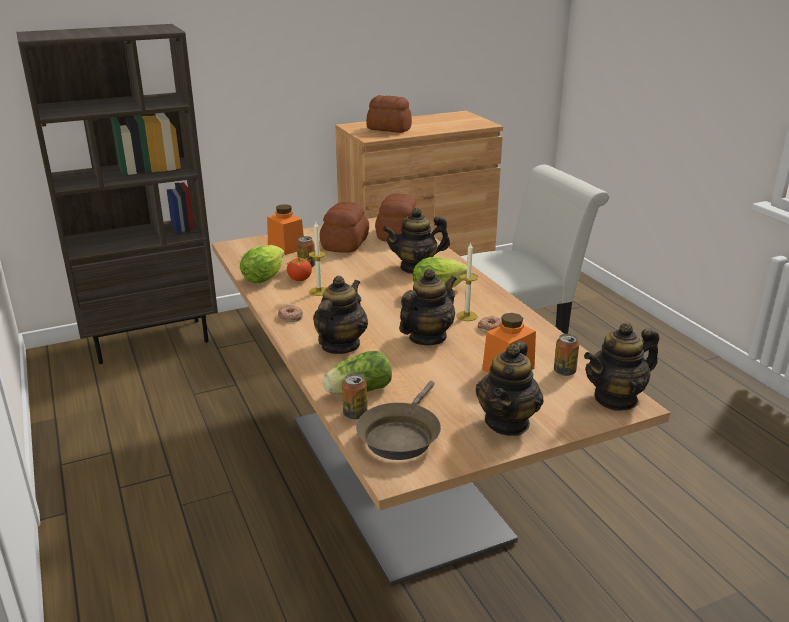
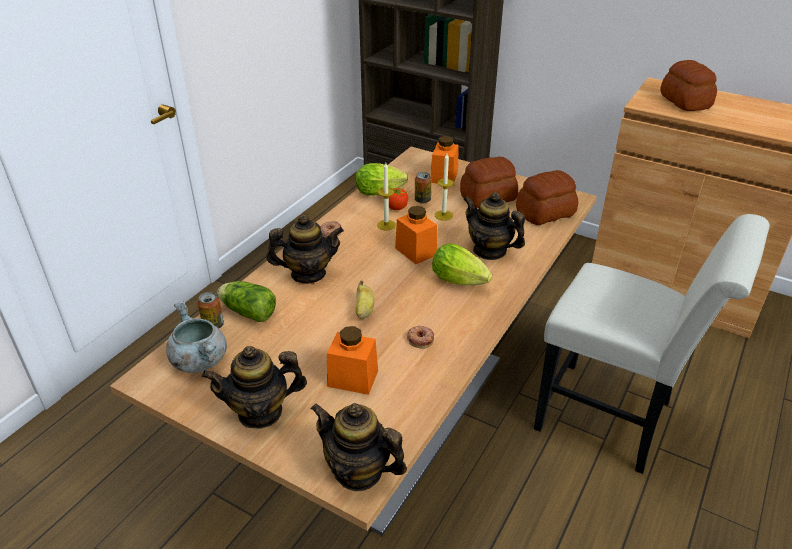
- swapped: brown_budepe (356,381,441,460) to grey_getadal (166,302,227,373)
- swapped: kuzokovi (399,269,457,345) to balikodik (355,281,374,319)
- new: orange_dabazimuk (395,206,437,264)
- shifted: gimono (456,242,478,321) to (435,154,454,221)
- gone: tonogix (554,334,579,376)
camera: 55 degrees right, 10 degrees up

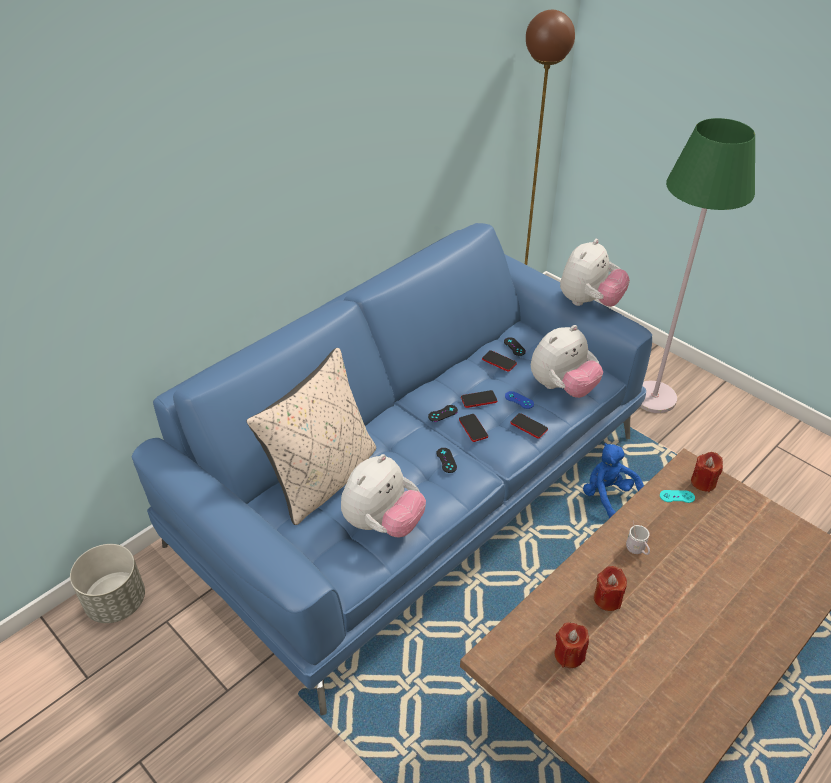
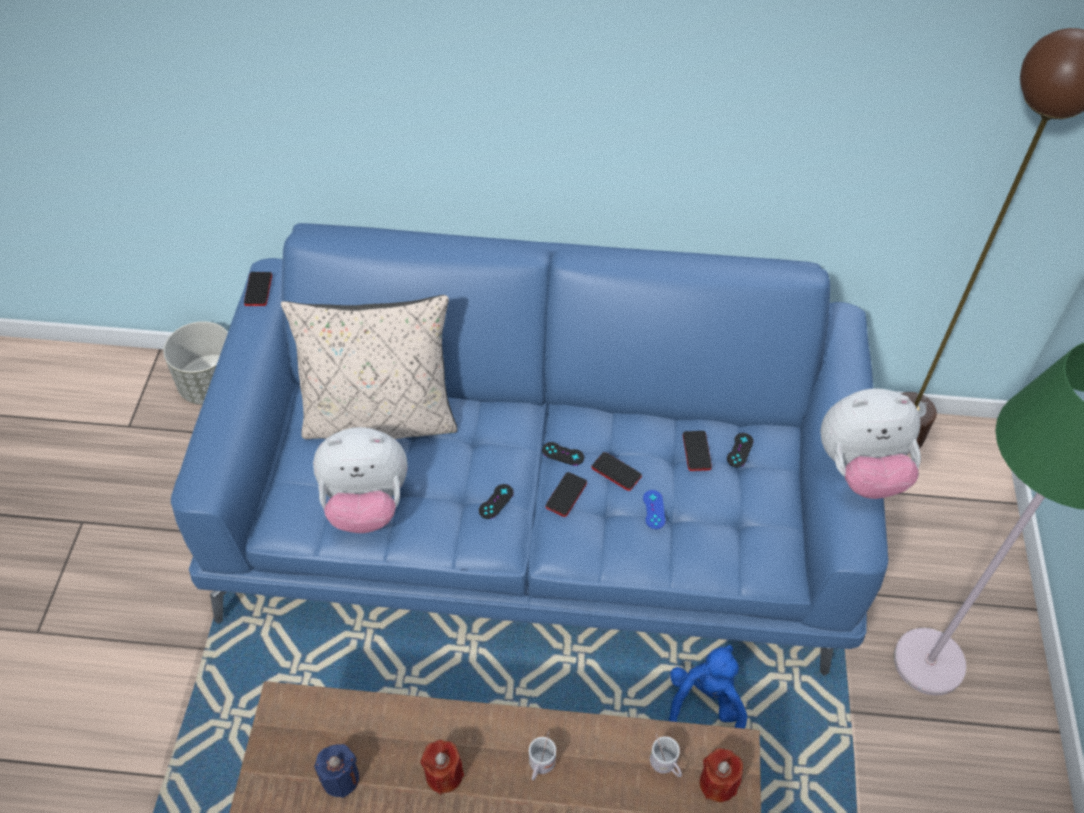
- shifted: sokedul (510,413,548,439) to (244,272,272,306)
- repainted: red_gimono (555,622,589,668) to blue_gimono (314,744,359,798)
- swapped: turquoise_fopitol (660,490,695,503) to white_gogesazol (650,733,682,777)
- gone: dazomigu (531,325,603,398)
camera: 50 degrees right, 10 degrees up

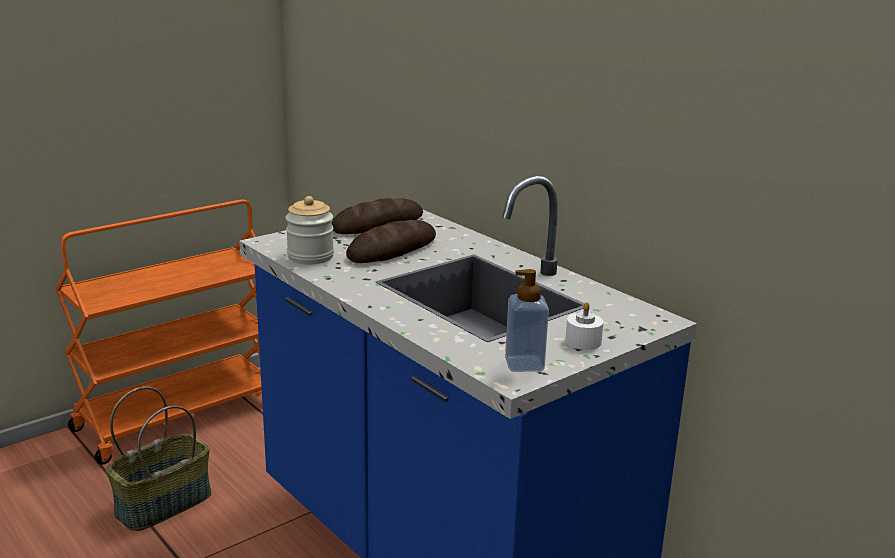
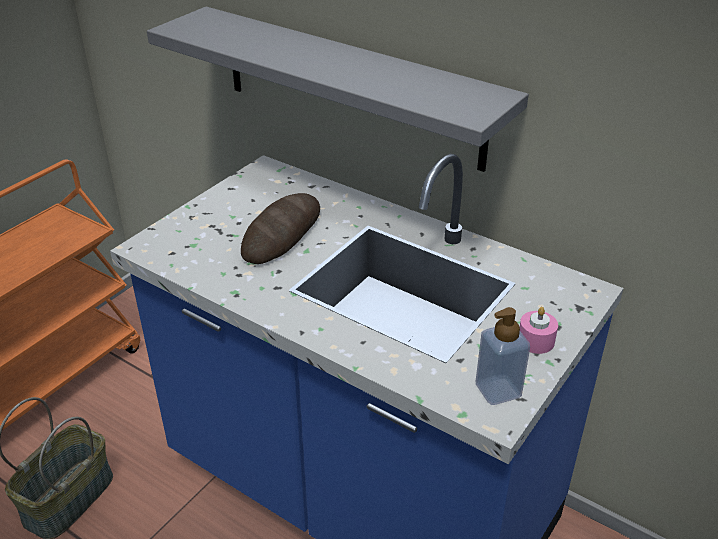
- new: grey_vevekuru (147,7,529,172)
- repainted: white_gimono (565,302,604,350) to pink_gimono (520,307,558,354)
- gone: dabazimuk (285,196,334,264)
- gone: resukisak (331,198,423,234)
camera: 15 degrees left, 15 degrees up

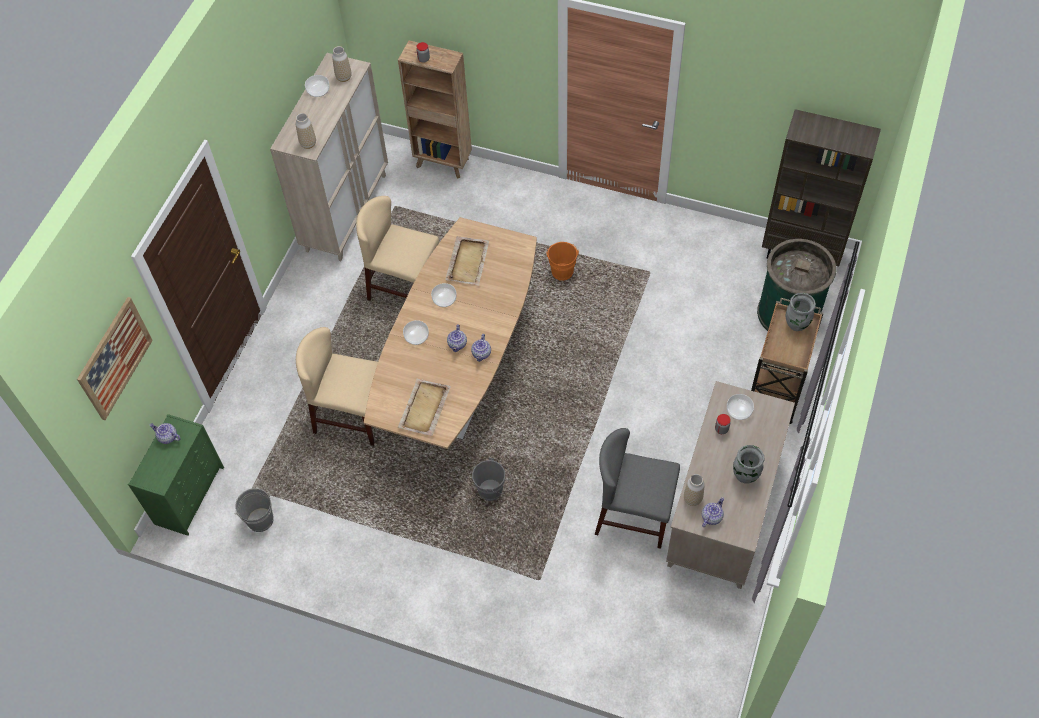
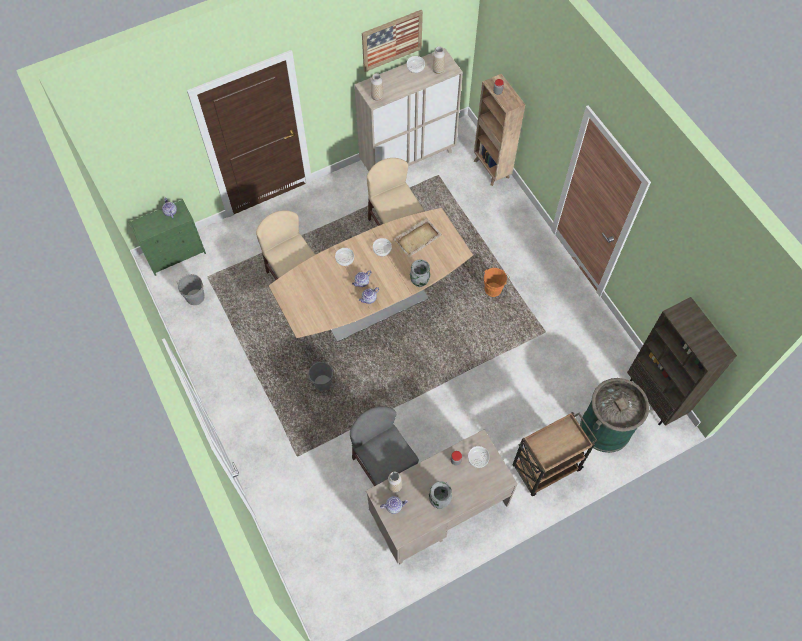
- shifted: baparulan (77,297,153,420) to (362,10,423,72)
- shifted: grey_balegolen (786,293,816,331) to (410,259,430,287)
- gone: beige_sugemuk (398,378,451,436)
camera: 40 degrees right, 5 degrees up

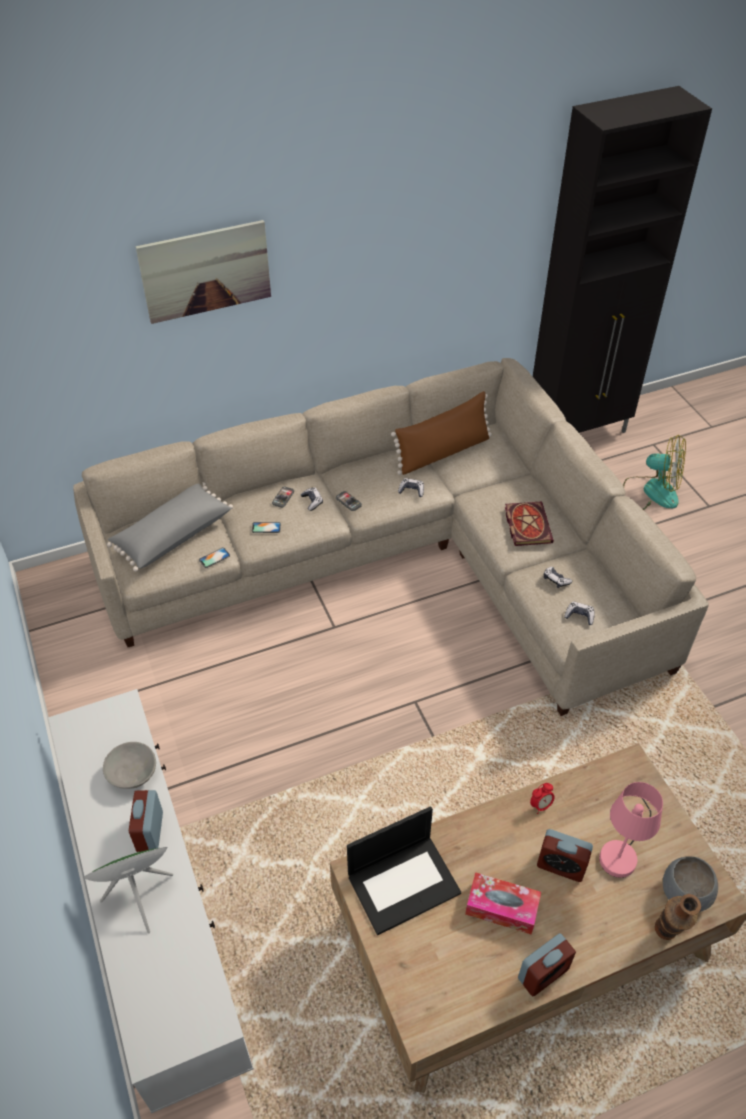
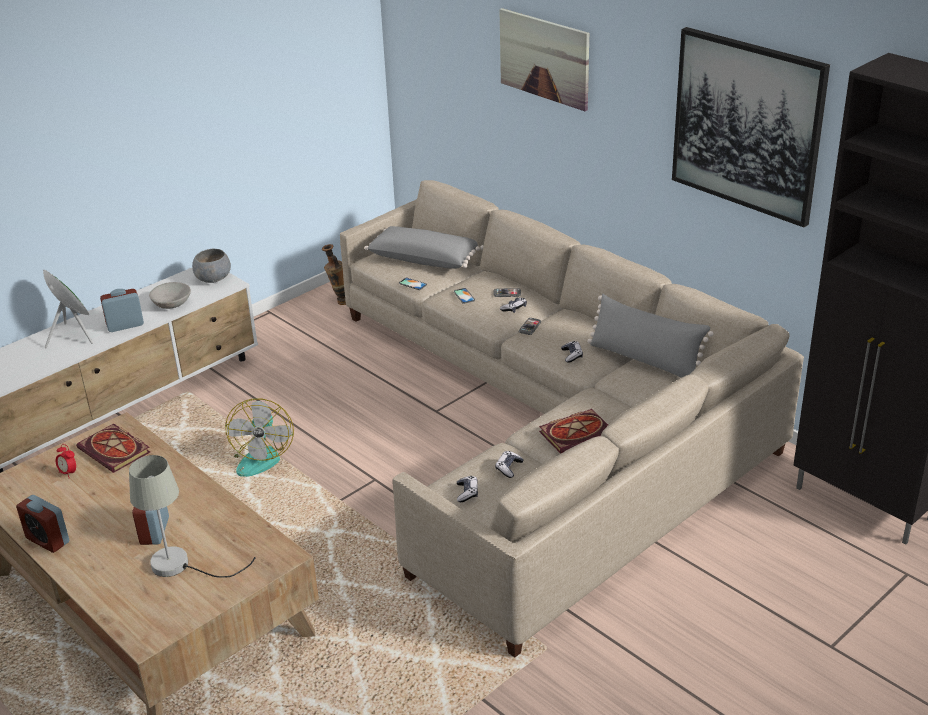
- shifted: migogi (530,783,555,814) to (56,444,76,477)
- swapped: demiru (347,806,461,935) to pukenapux (76,424,150,473)
- repainted: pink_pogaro (599,782,663,878) to grey_pogaro (129,455,256,578)
- shifted: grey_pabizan (663,856,718,912) to (192,249,231,283)
- shifted: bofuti (623,435,686,510) to (225,398,294,477)
- shifted: balegolen (655,894,701,940) to (322,244,346,305)
- repainted: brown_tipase (391,391,492,475) to grey_tipase (587,294,714,378)
- new: baparulan (672,27,830,227)
- gone: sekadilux (465,872,541,934)
camera: 70 degrees right, 15 degrees down

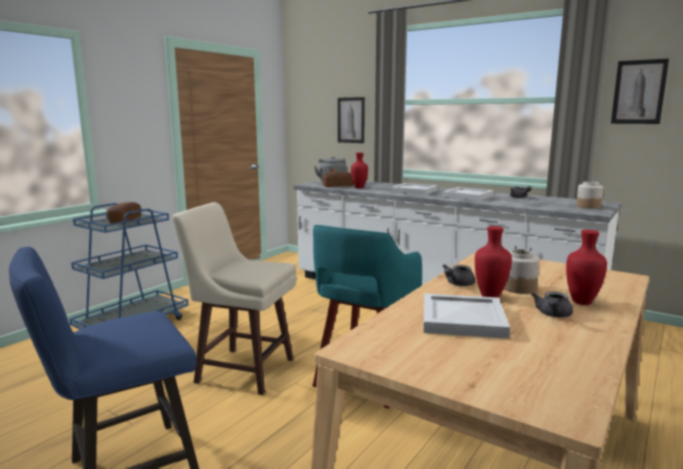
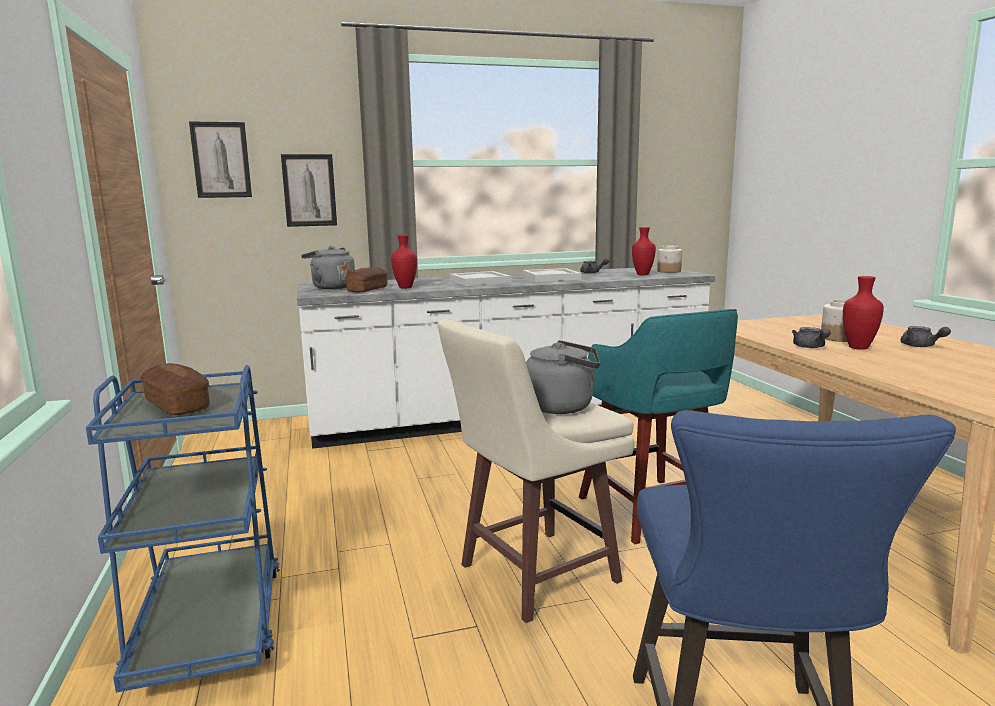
- shifted: baparulan (611,59,669,124) to (189,121,252,198)
- new: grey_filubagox (526,340,600,414)
- shifted: red_balegolen (566,230,607,305) to (632,227,656,275)
- gone: white_sugemuk (423,293,510,339)
camera: 50 degrees left, 0 degrees up

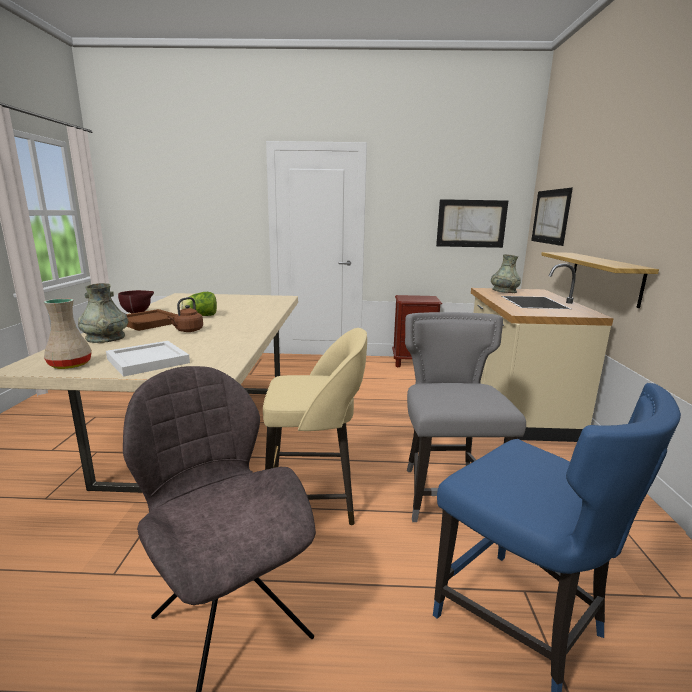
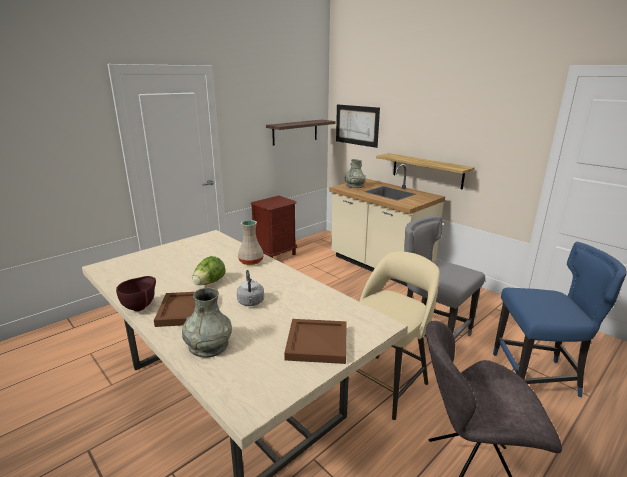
- repainted: brown_filubagox (168,297,203,332) to grey_filubagox (237,270,264,306)
- shifted: beige_balegolen (44,298,92,369) to (238,220,264,265)
- swapped: baparulan (436,199,508,248) to vevekuru (266,120,336,146)
- repainted: white_sugemuk (106,341,190,377) to brown_sugemuk (284,319,347,364)
camera: 45 degrees left, 5 degrees up

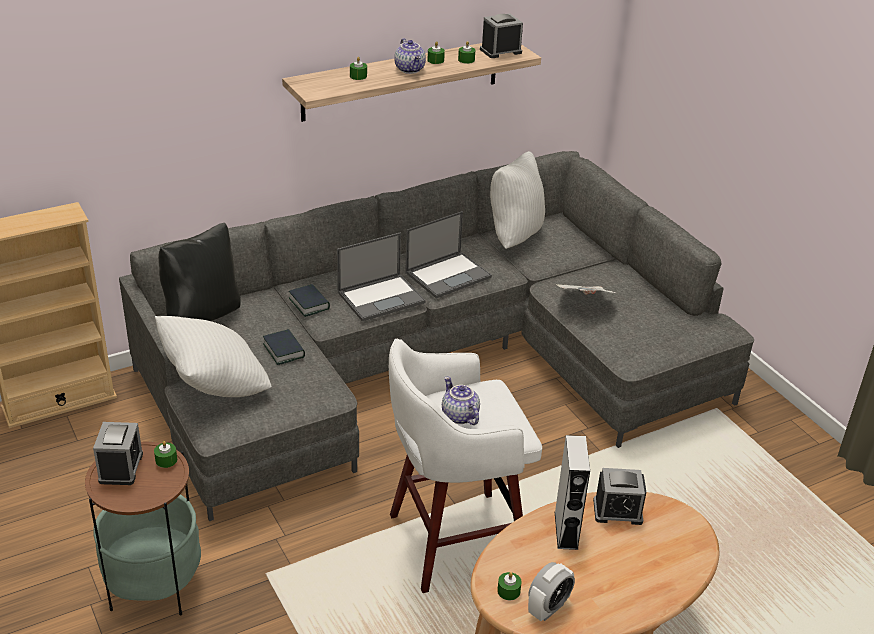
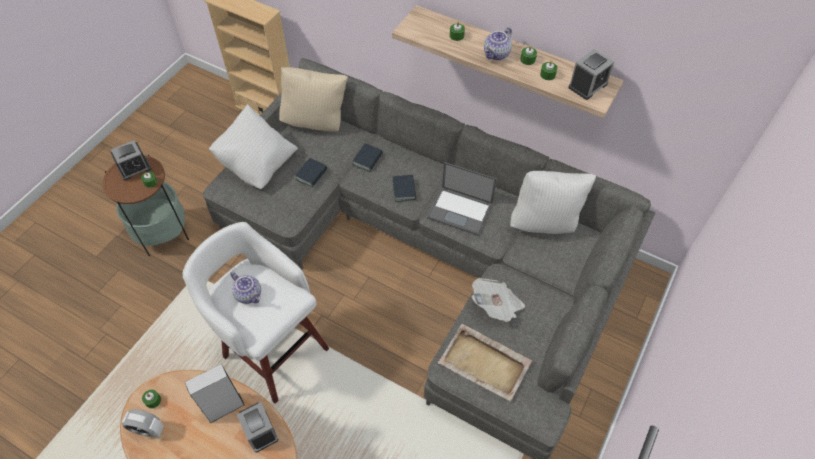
- rotated: kuzokovi (442,376,480,425) = (230,272,261,304) 105 degrees clockwise
- repainted: black_tipase (158,223,241,321) to beige_tipase (279,67,348,132)
- swapped: demiru (337,232,426,321) to pukenapux (393,175,416,202)
- new: beige_sugemuk (438,324,532,401)
- rotated: migogi (480,13,523,58) = (568,49,614,100) 105 degrees clockwise
camera: 60 degrees right, 20 degrees up

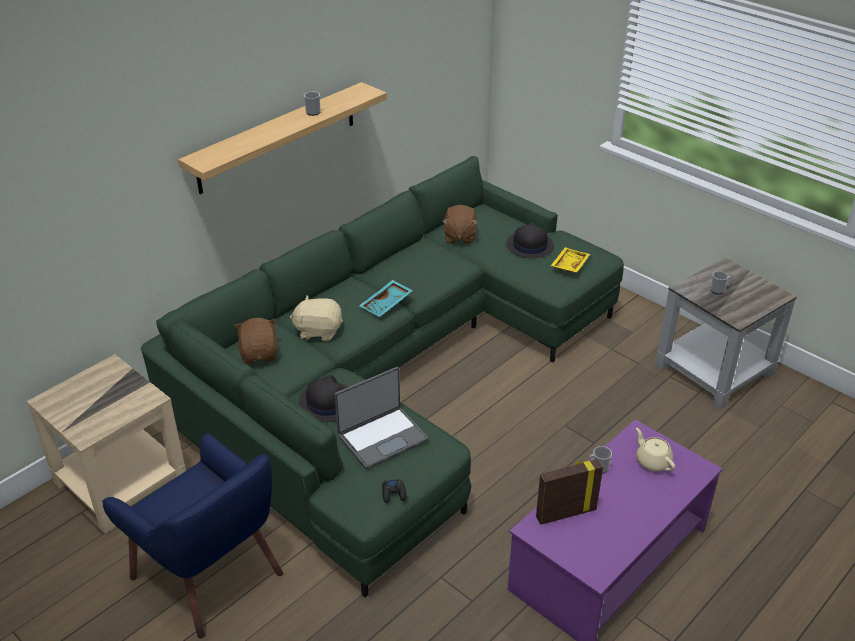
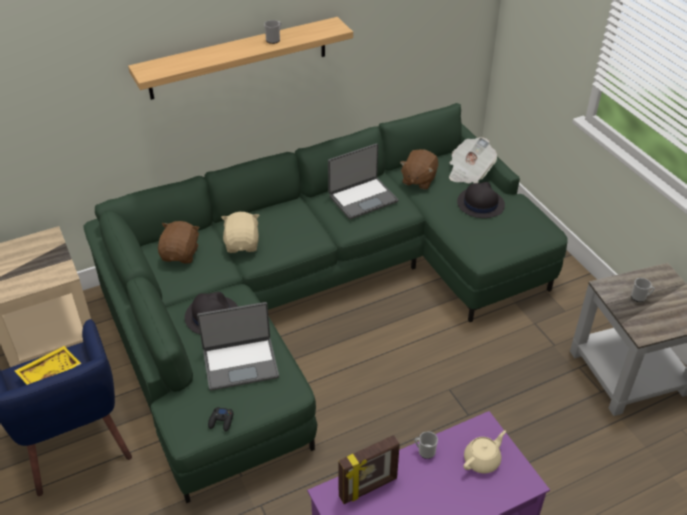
- shifted: yellow_sugemuk (551,247,590,273) to (14,346,81,385)
- rotated: beige_dazomigu (290,296,343,341) = (221,212,259,253) 60 degrees clockwise
- new: demiru (328,144,398,219)
- rotated: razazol (536,459,603,525) = (338,435,400,504) 150 degrees clockwise
- new: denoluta (449,137,497,183)
- rotated: beige_kuzokovi (636,428,675,471) = (463,430,506,474) 60 degrees clockwise
- gone: turquoise_sugemuk (359,280,413,317)
camera: 20 degrees right, 5 degrees up

